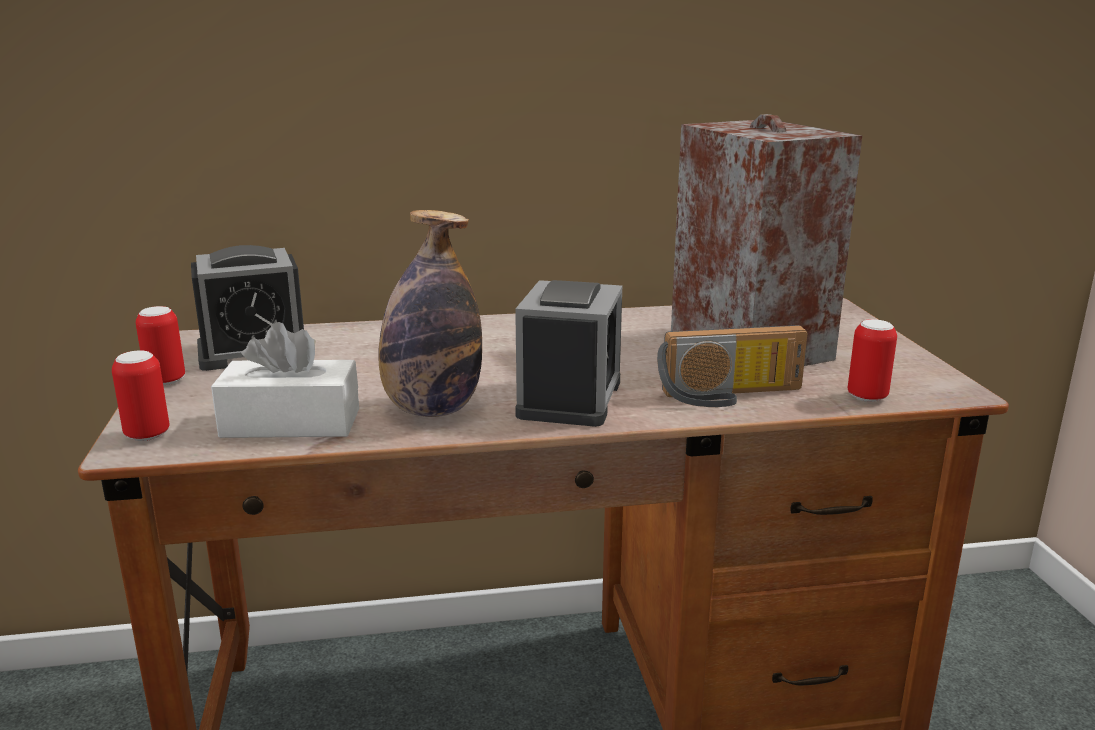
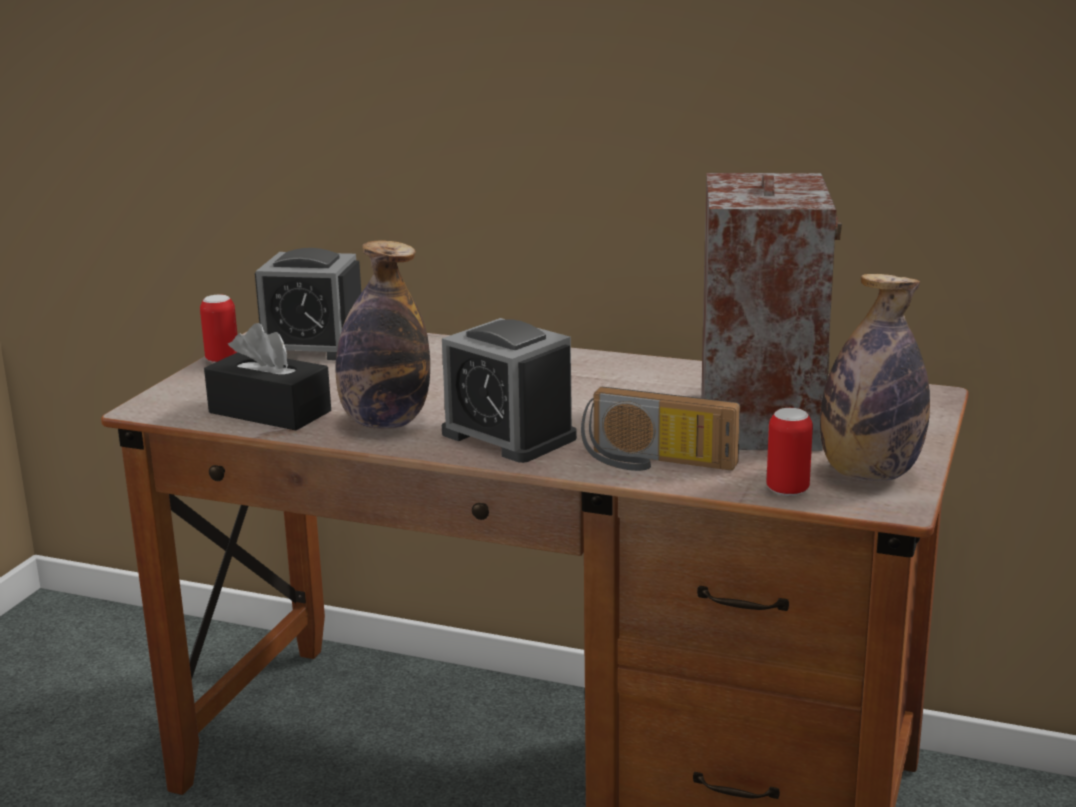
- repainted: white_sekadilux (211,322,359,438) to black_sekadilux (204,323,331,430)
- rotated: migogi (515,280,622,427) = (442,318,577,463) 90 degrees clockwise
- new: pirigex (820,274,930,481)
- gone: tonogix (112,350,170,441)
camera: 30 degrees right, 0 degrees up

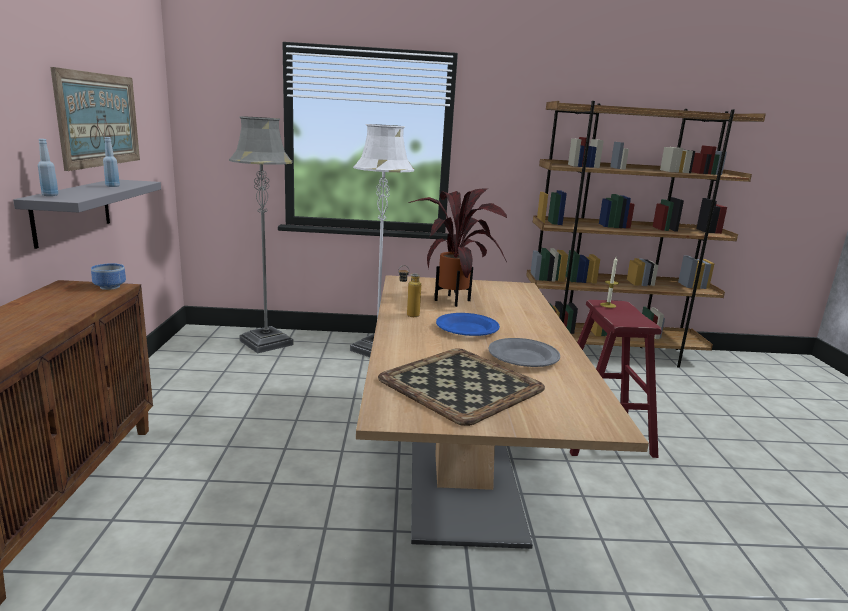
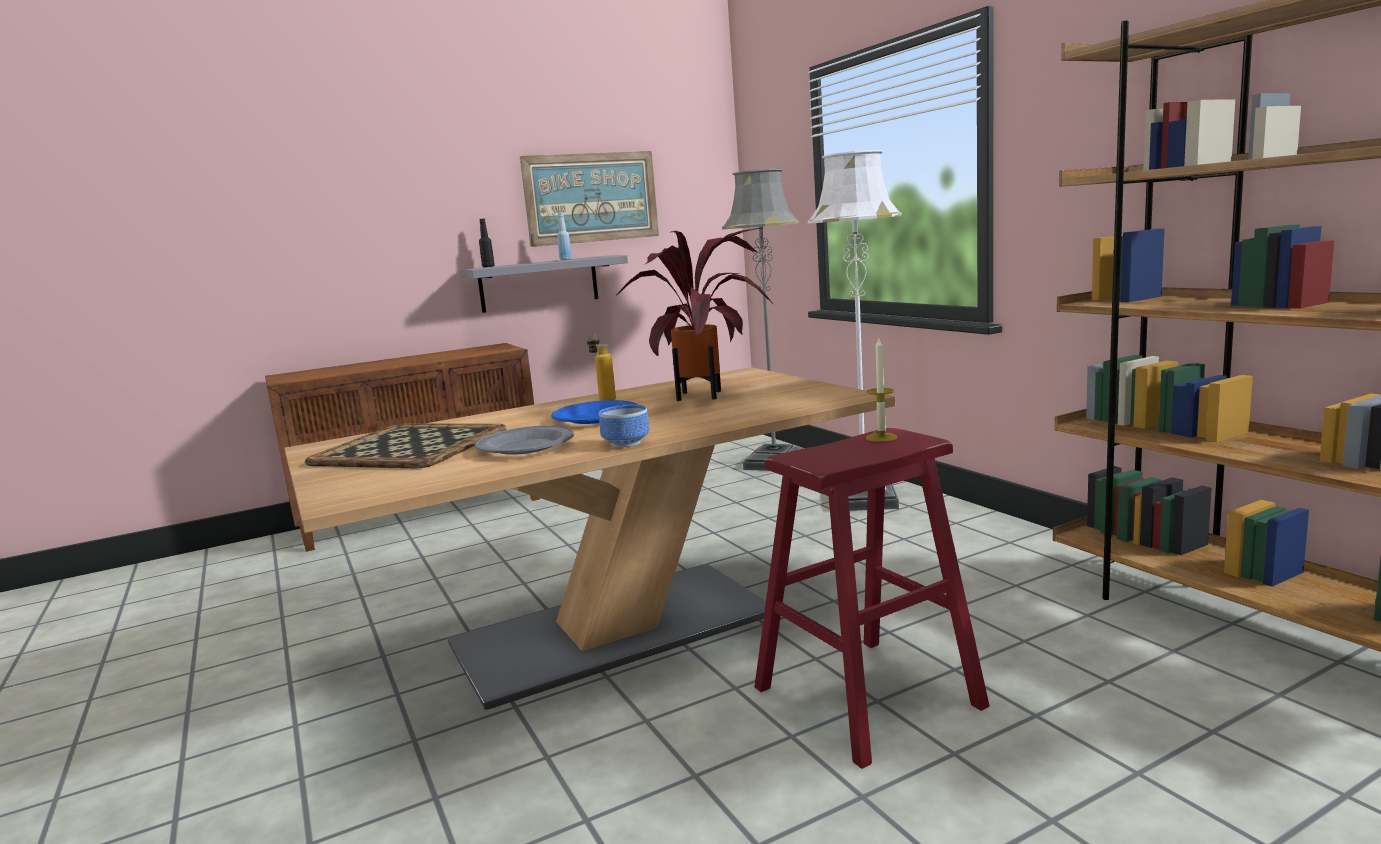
- repainted: blue_pirigex (38,139,59,196) to black_pirigex (479,219,495,267)
- shifted: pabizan (91,263,126,290) to (599,405,650,447)
camera: 65 degrees right, 5 degrees down

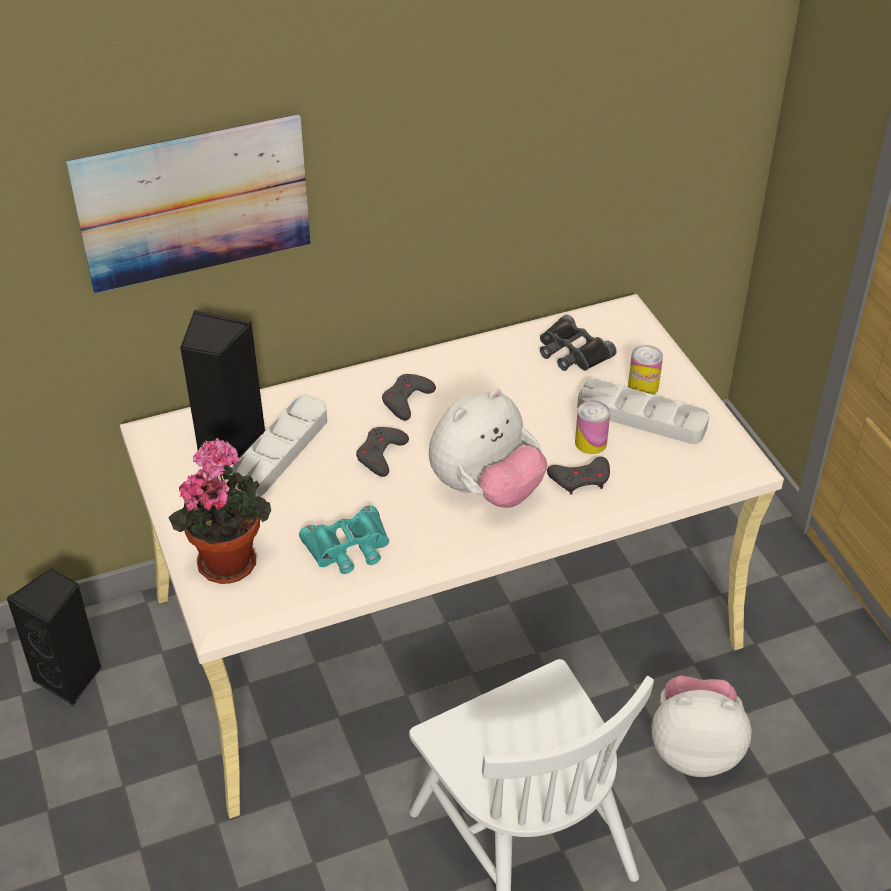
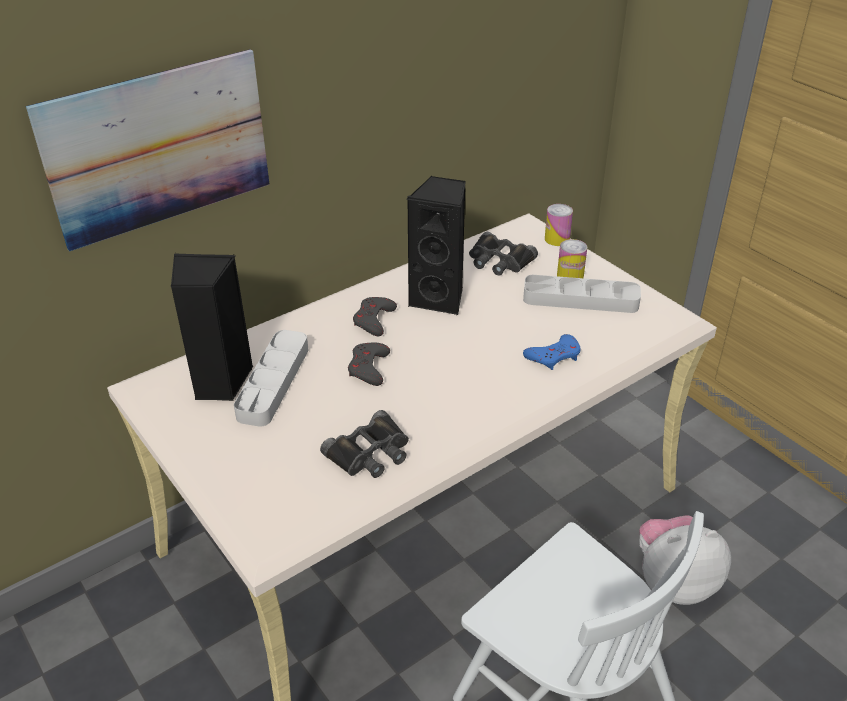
- repainted: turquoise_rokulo (299,505,389,574) to black_rokulo (320,410,409,478)
- shifted: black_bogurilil (6,568,102,705) to (407,176,466,315)
- repainted: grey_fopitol (547,457,610,495) to blue_fopitol (523,334,581,370)
- shifted: tonogix (575,401,610,454) to (545,204,573,246)
- gone: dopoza (168,438,271,584)
- gone: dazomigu (429,388,547,508)
camera: 15 degrees left, 5 degrees down

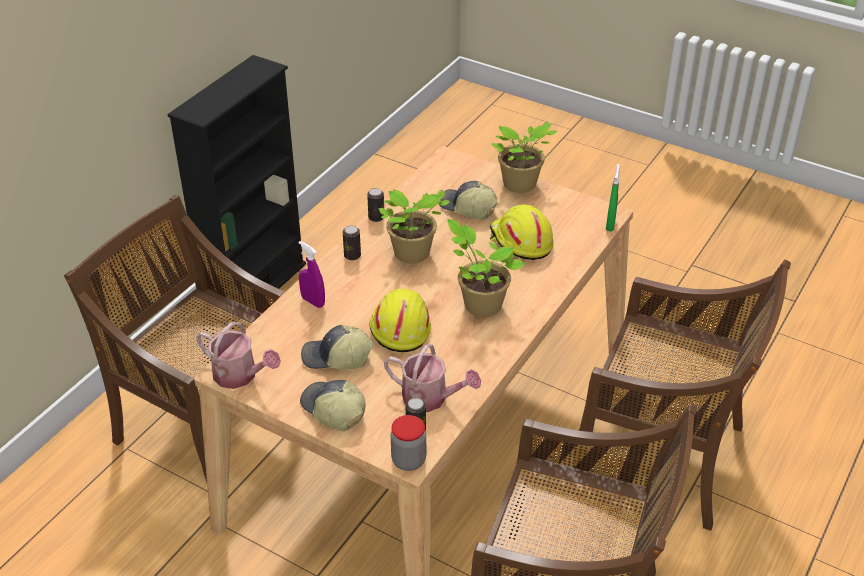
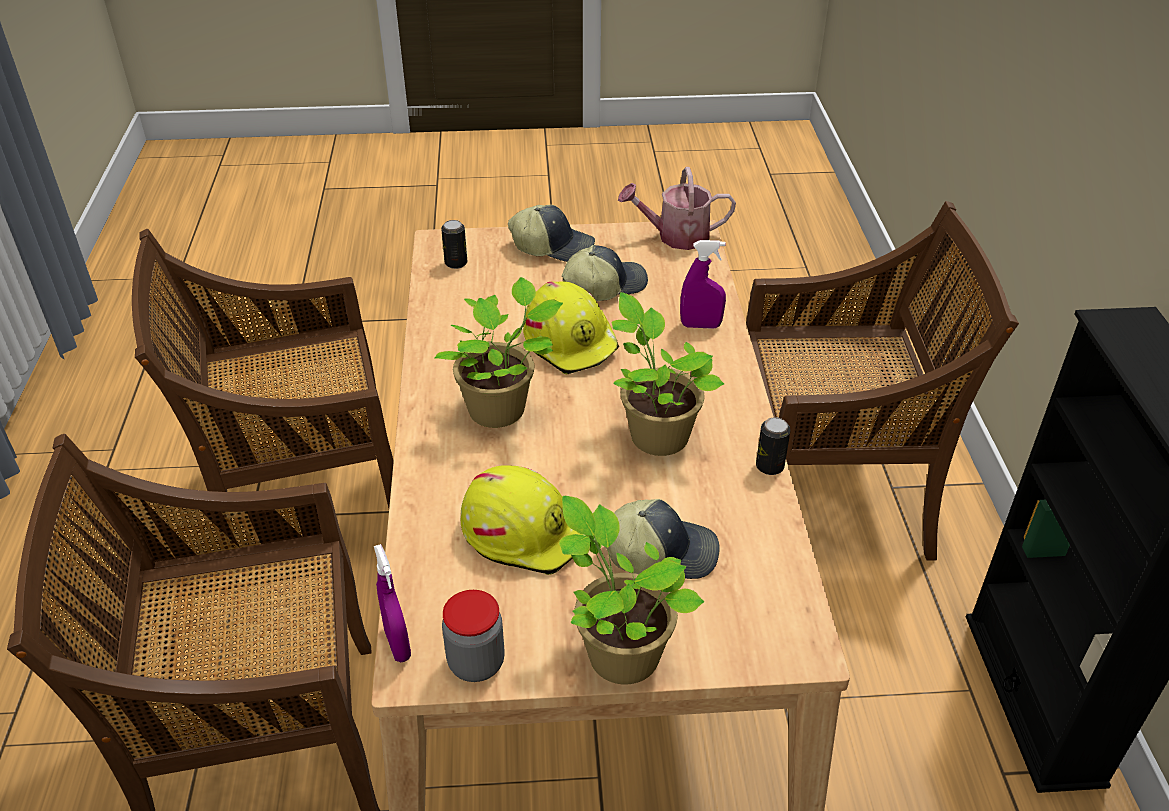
- repainted: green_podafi (606,164,620,231) to purple_podafi (374,544,411,662)
- shifted: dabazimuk (391,415,426,471) to (442,590,505,682)
- gone: tonogix (343,225,361,260)
- gone: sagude (384,344,481,412)
camera: 145 degrees right, 0 degrees up

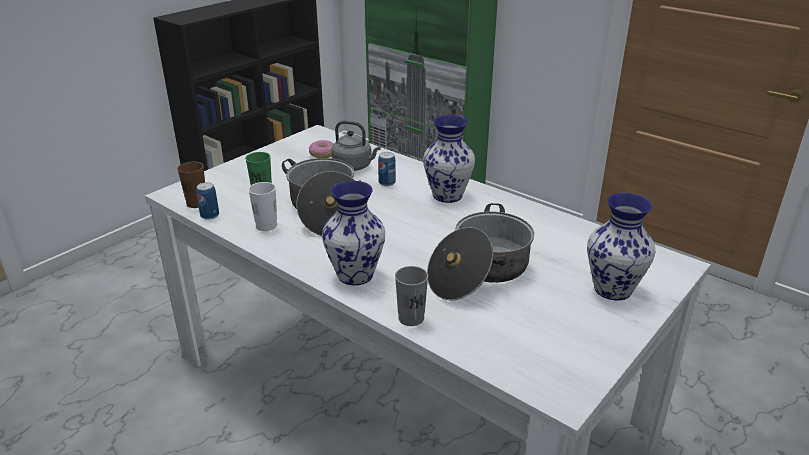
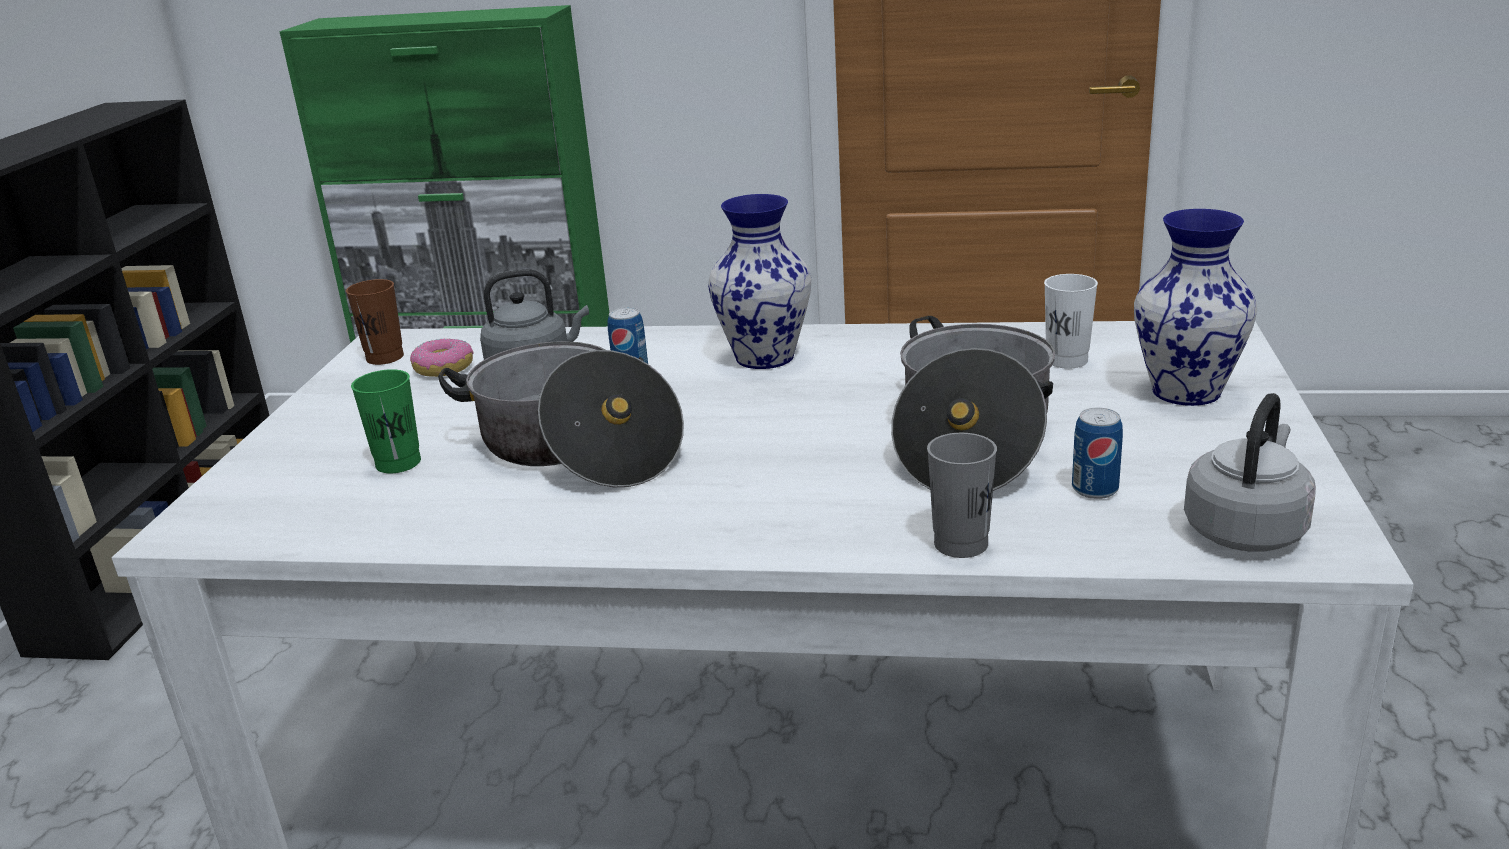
- shifted: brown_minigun (177,162,205,208) to (346,279,404,365)
- shifted: white_minigun (248,182,277,231) to (1044,274,1098,369)
- shifted: tonogix (196,182,219,220) to (1072,408,1123,499)
- new: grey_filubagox (1184,393,1316,552)
- gone: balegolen (322,181,385,286)
camera: 30 degrees left, 5 degrees down

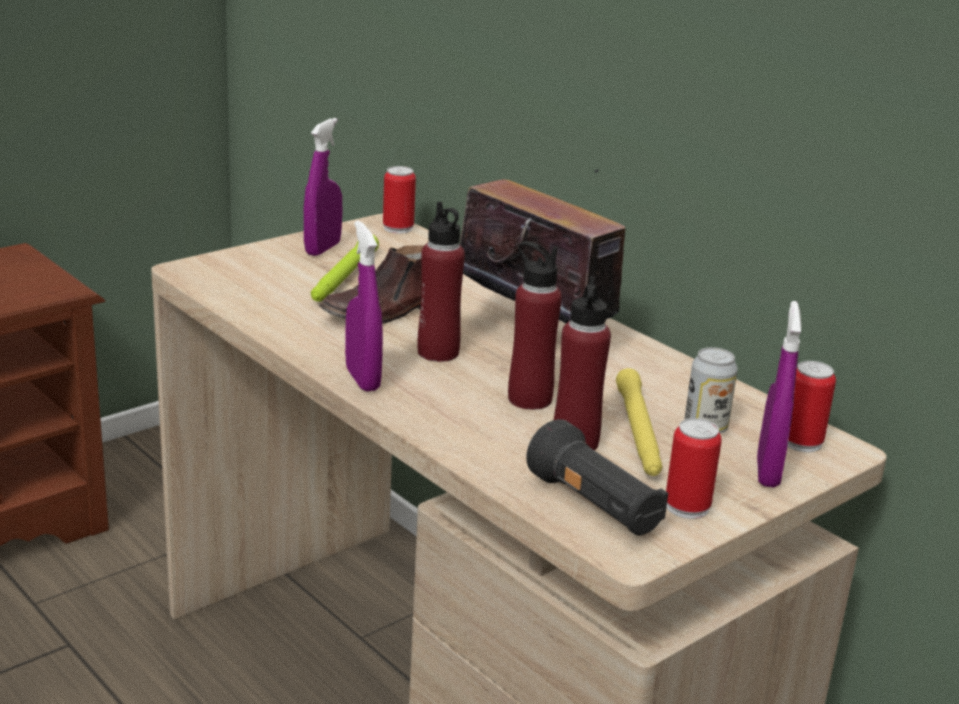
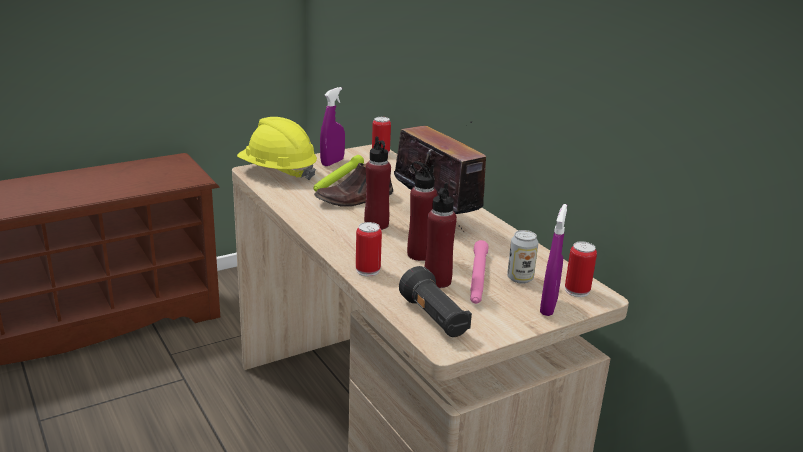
- new: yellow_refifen (237,117,317,180)
- shifted: tonogix (666,418,722,519) to (356,222,382,276)
- repainted: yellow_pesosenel (616,368,663,476) to pink_pesosenel (470,240,489,304)
- gone: purple_podafi (345,220,383,392)
camera: 10 degrees right, 0 degrees up

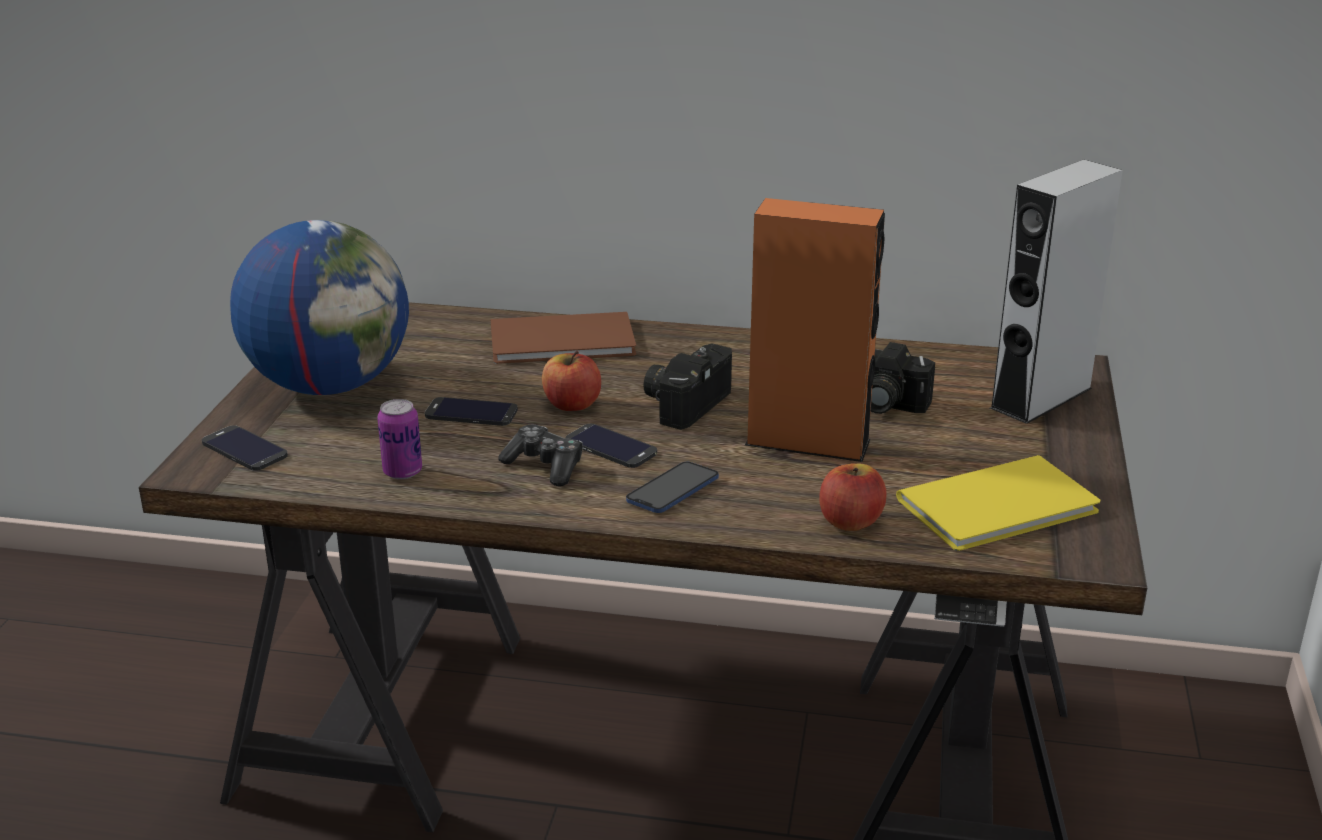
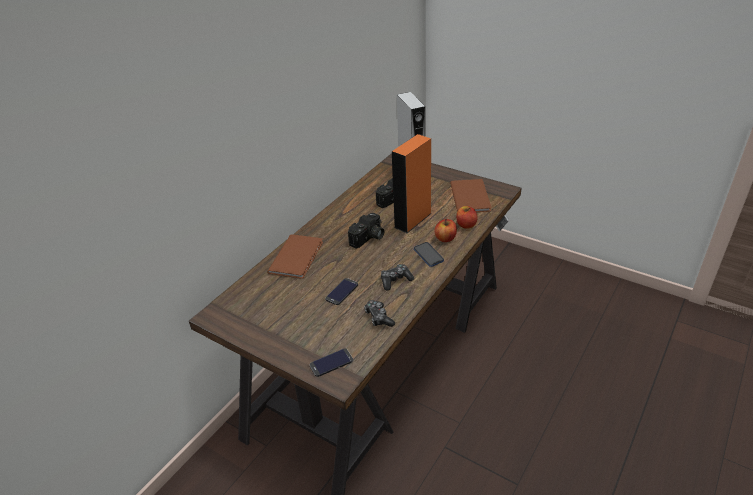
- rotated: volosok (643,343,732,430) = (348,213,384,248) 105 degrees counterclockwise
- swapped: tonogix (377,399,422,479) to fopitol (364,300,395,327)
- shifted: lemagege (542,351,601,411) to (435,219,457,242)
- repainted: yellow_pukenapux (896,455,1100,551) to brown_pukenapux (450,179,492,212)
- gone: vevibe (230,220,409,395)
- gone: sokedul (565,424,657,468)
camera: 65 degrees left, 10 degrees up

